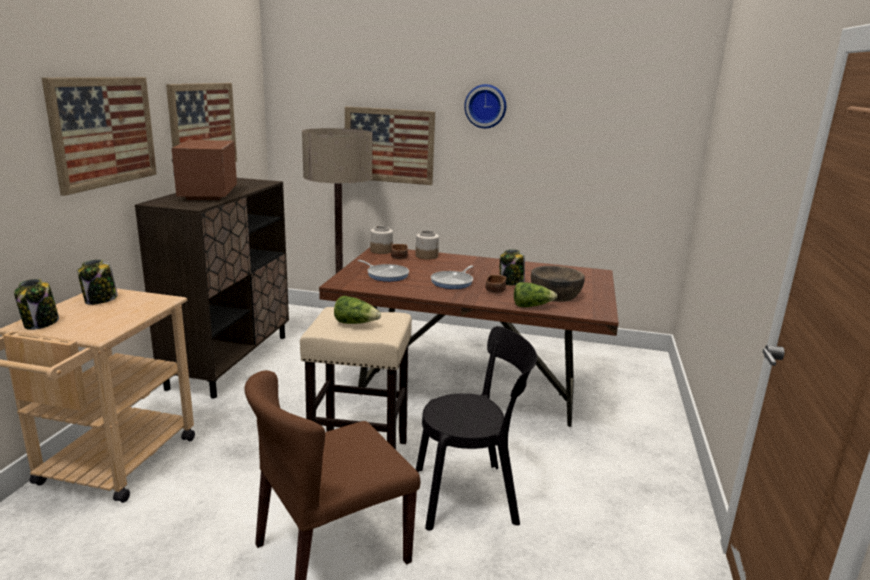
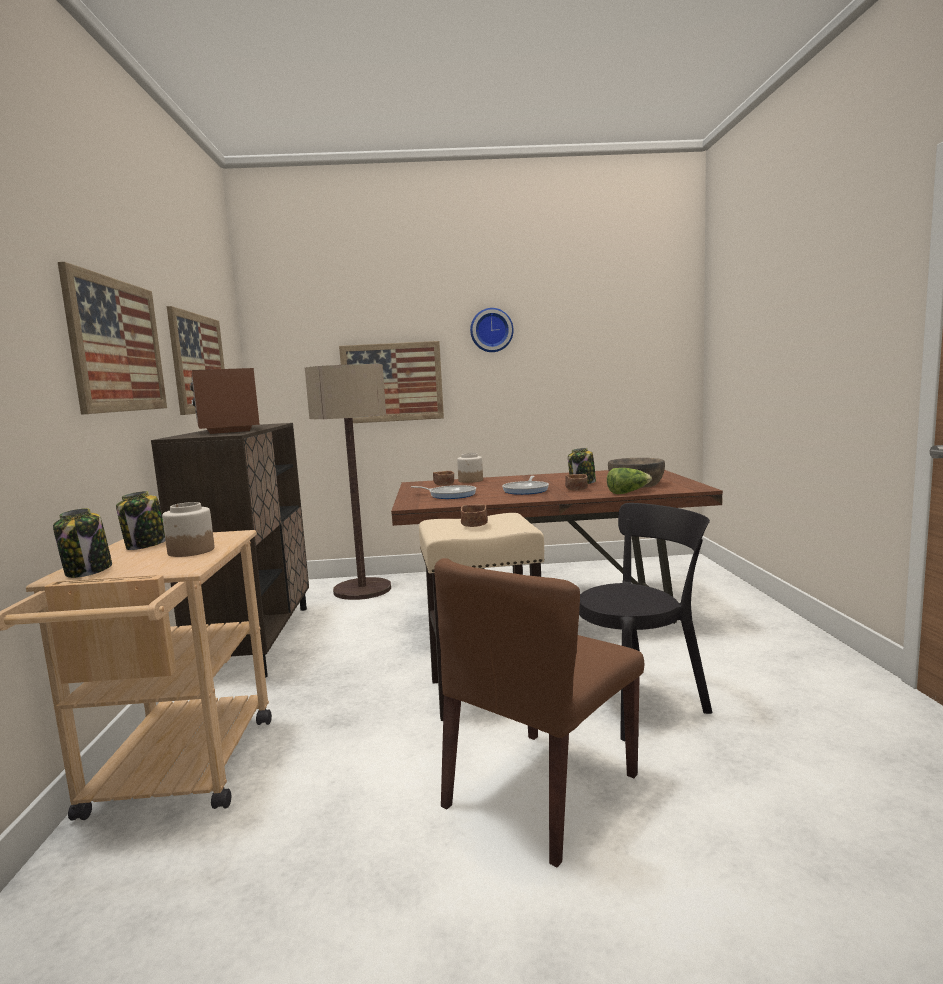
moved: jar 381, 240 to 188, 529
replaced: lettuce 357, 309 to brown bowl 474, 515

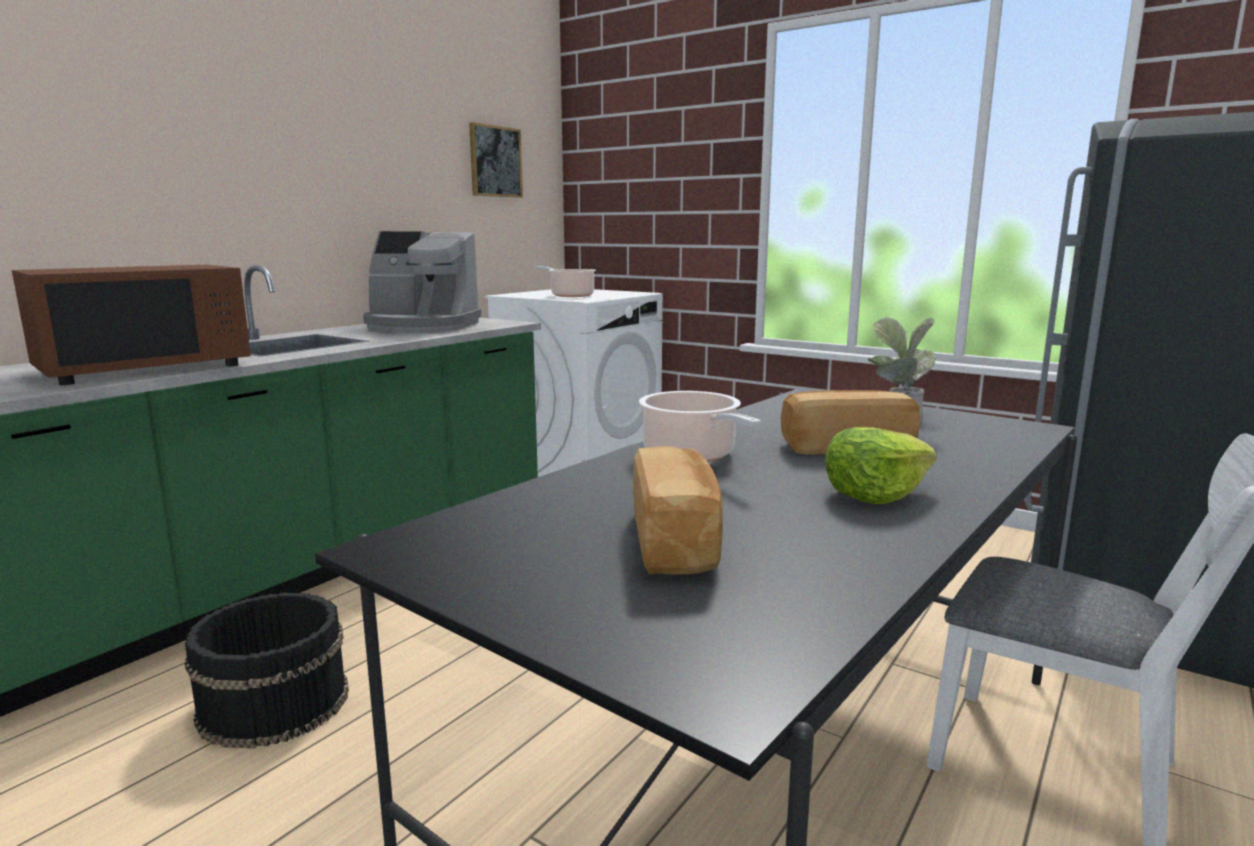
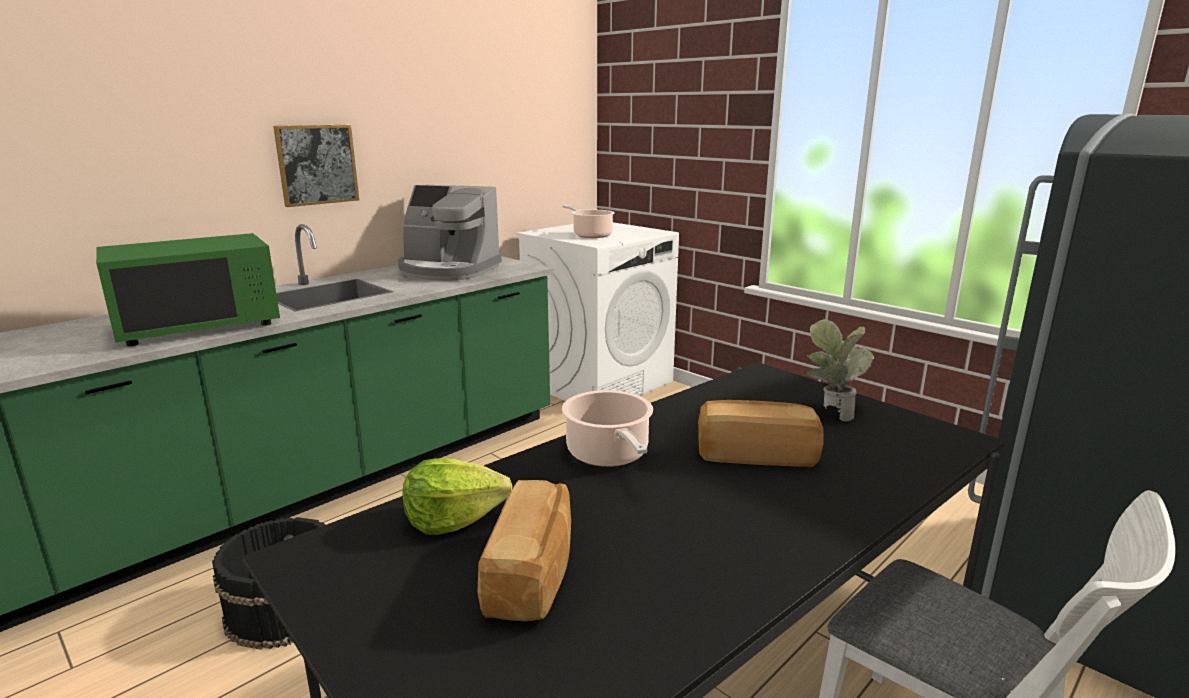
moved: picture 496, 160 to 316, 166; lettuce 881, 465 to 458, 496
recoloured: brown microwave 131, 325 to green microwave 188, 289

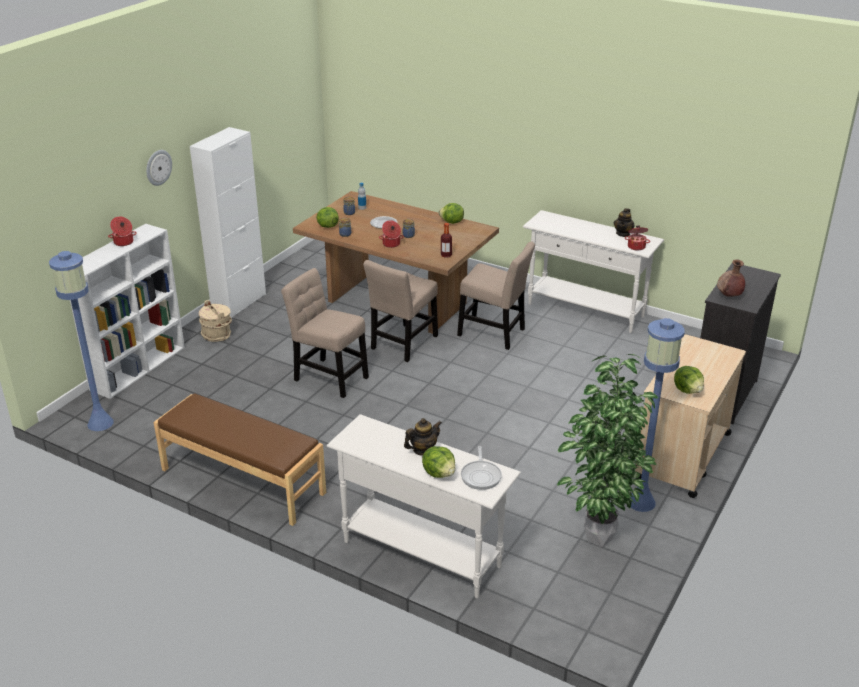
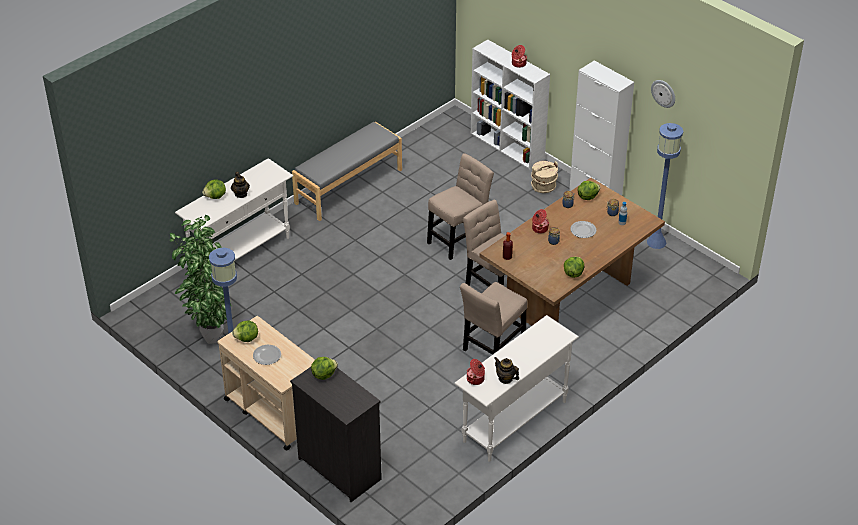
removed: frying pan 481, 468
added: plate 267, 355
moved: wall clock 159, 168 to 663, 94; blue floor lamp 81, 341 to 665, 186
replaced: brown vase 731, 278 to lettuce 324, 368
recoloured: brown bench 240, 459 to grey bench 347, 171

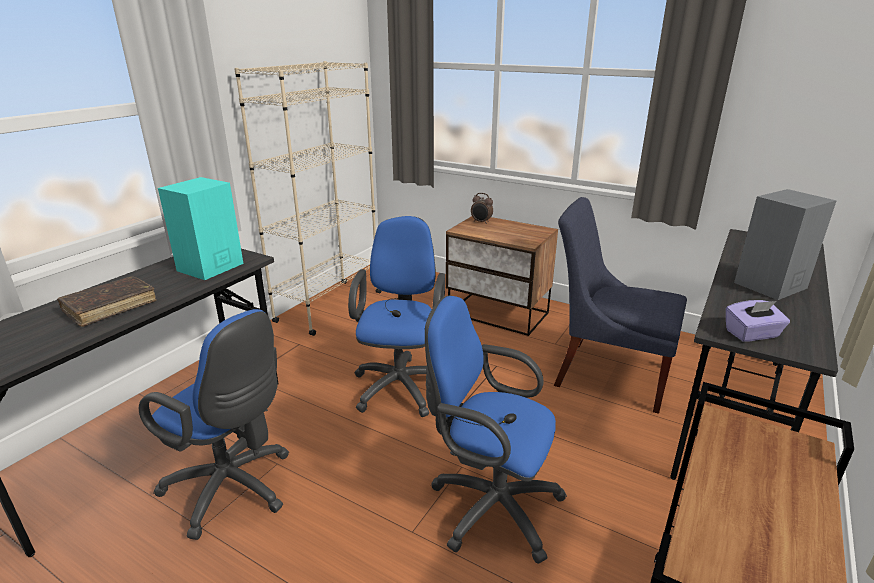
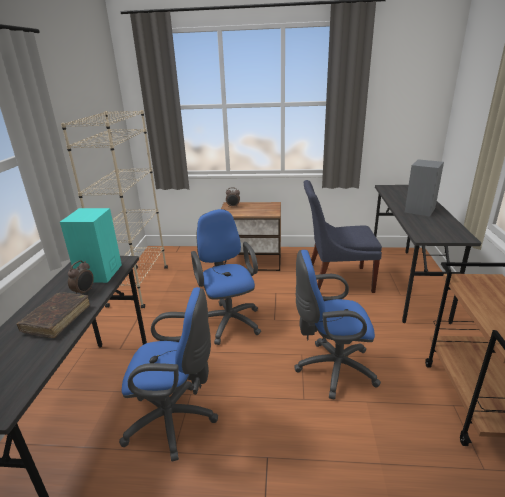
removed: purple tissue box 758, 321
added: alarm clock 81, 277

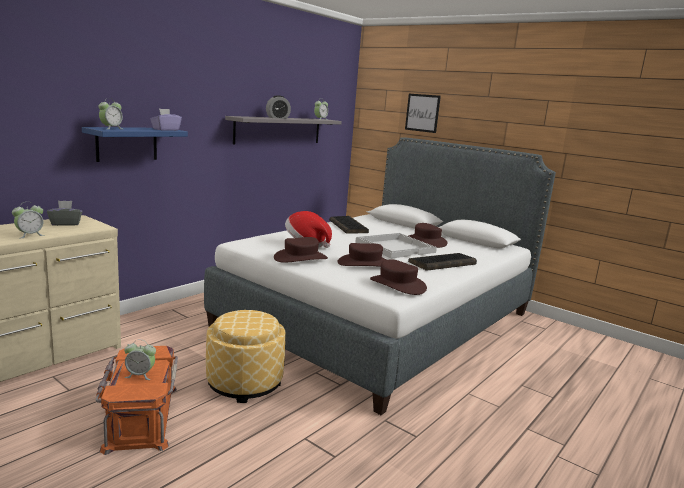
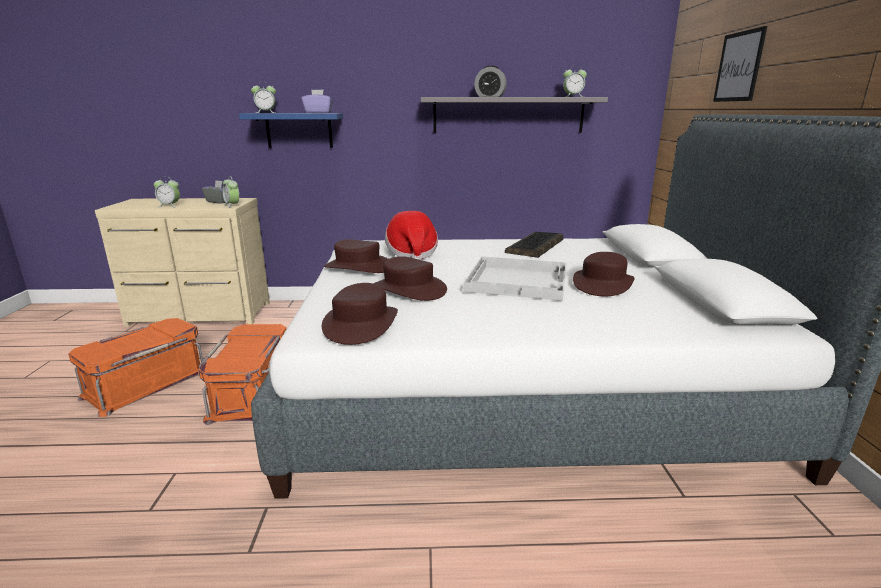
removed: keyboard 442, 262
moved: alarm clock 140, 360 to 231, 192
replaced: ottoman 246, 356 to orange storage box 242, 374

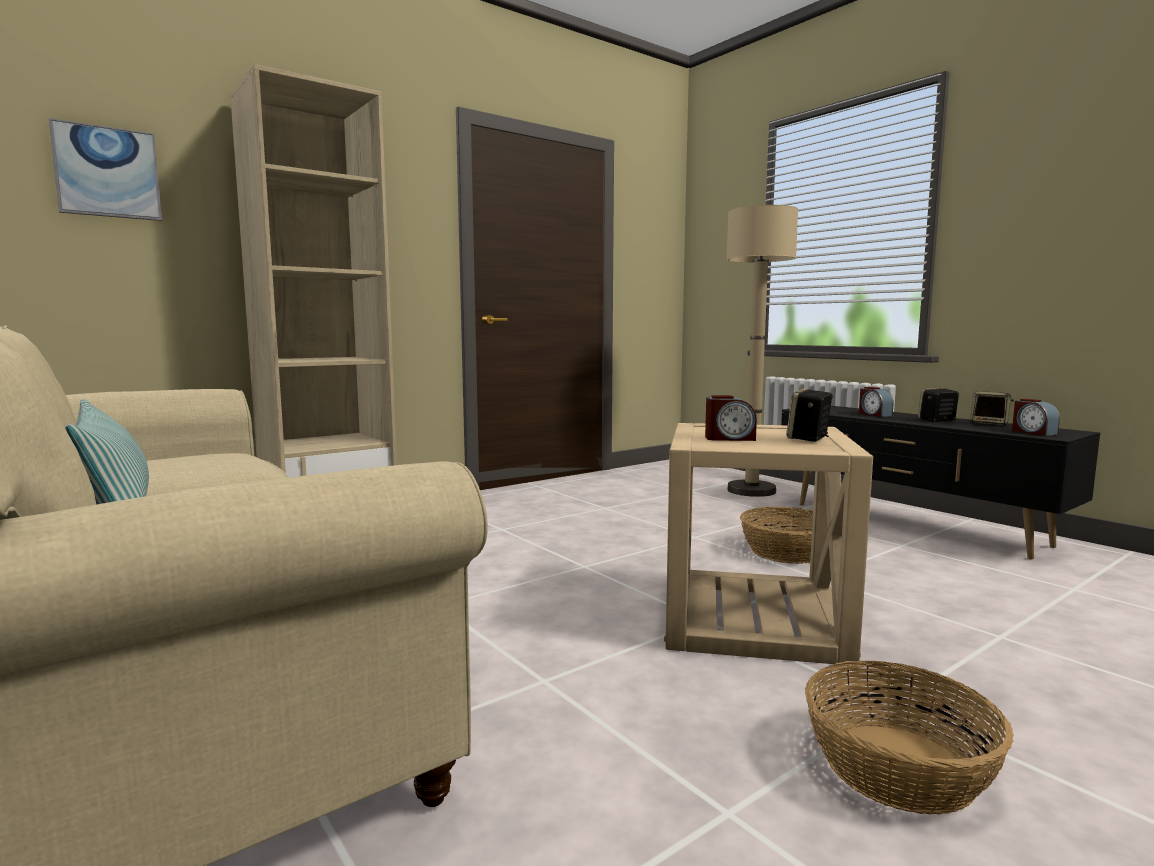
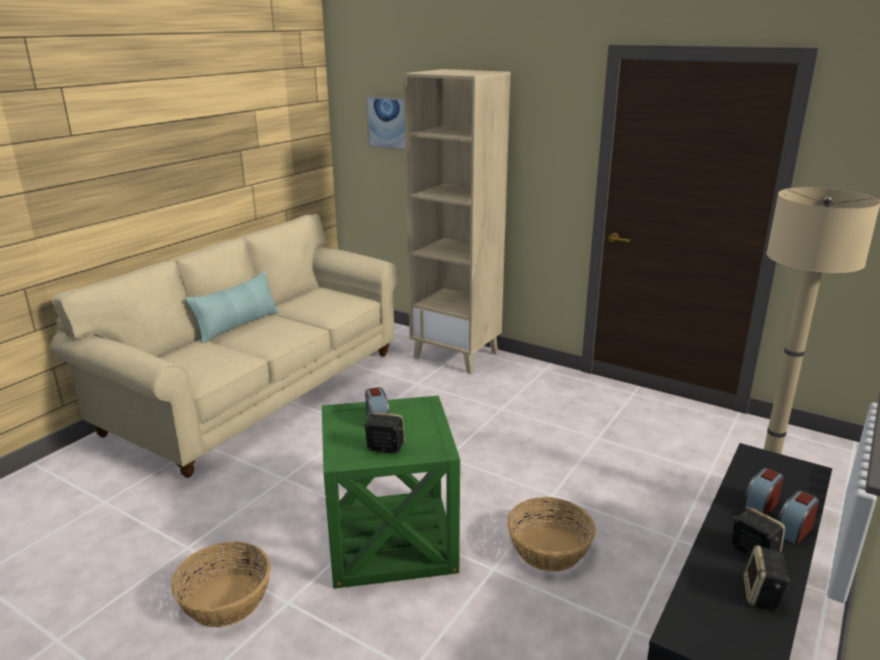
moved: alarm clock 1036, 417 to 798, 518
recoloured: beige side table 768, 544 to green side table 391, 492

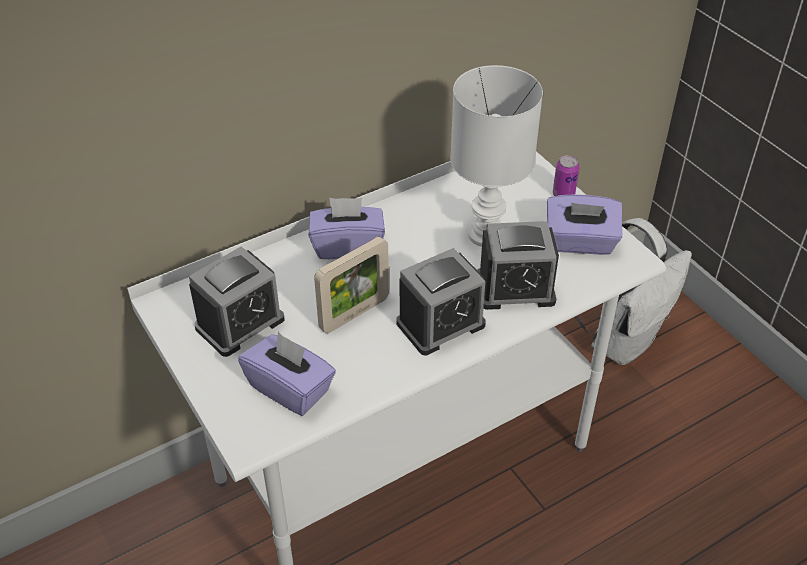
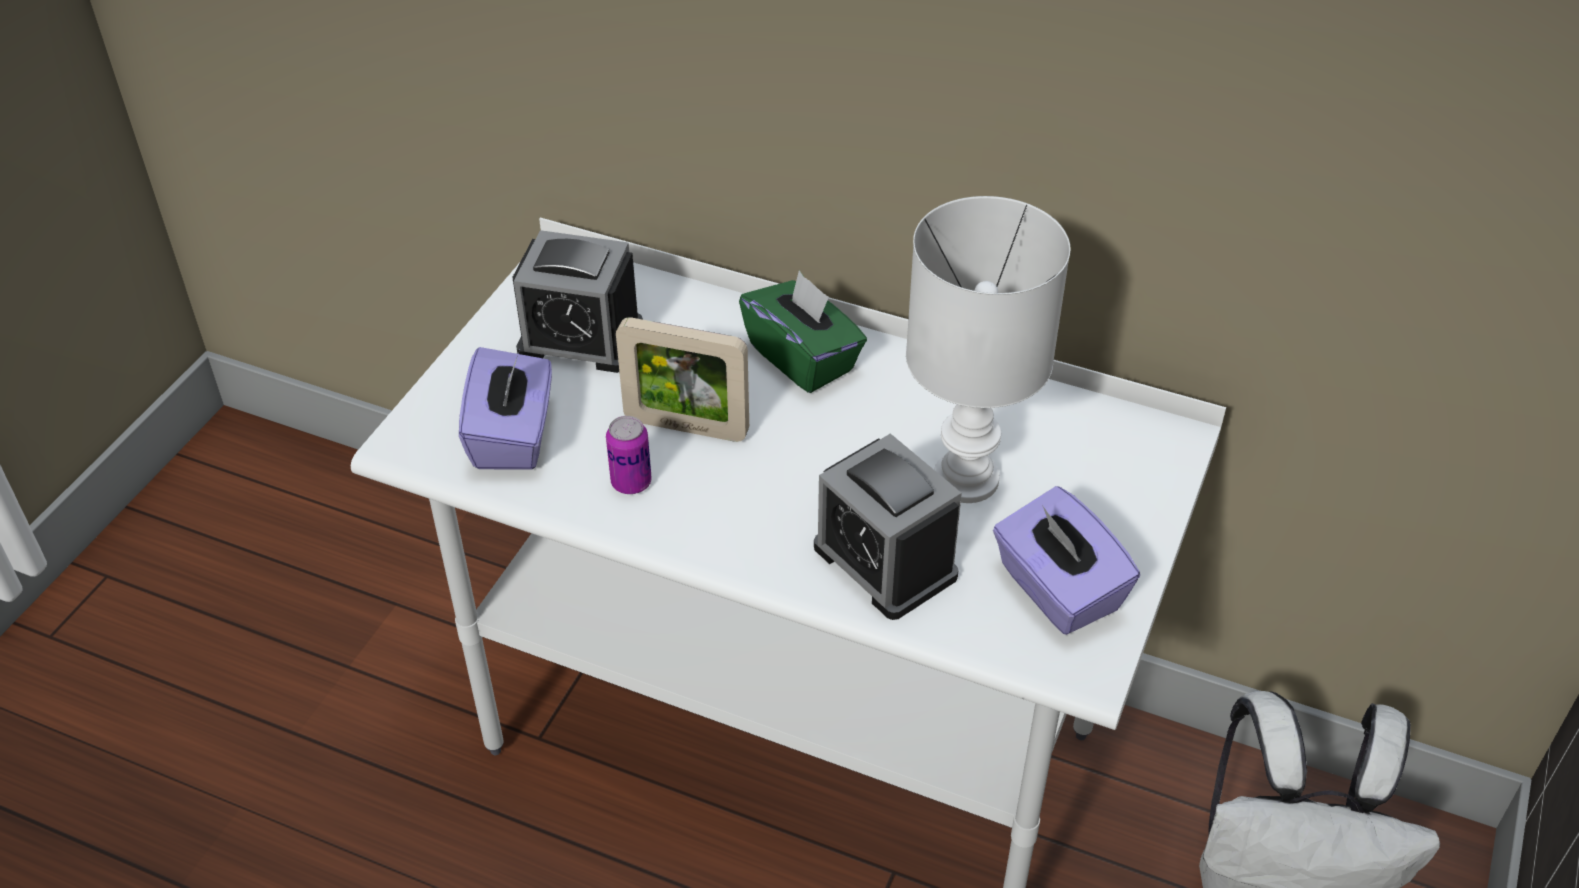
removed: alarm clock 441, 301
moved: can 566, 175 to 629, 455
recoloured: purple tissue box 346, 228 to green tissue box 803, 331

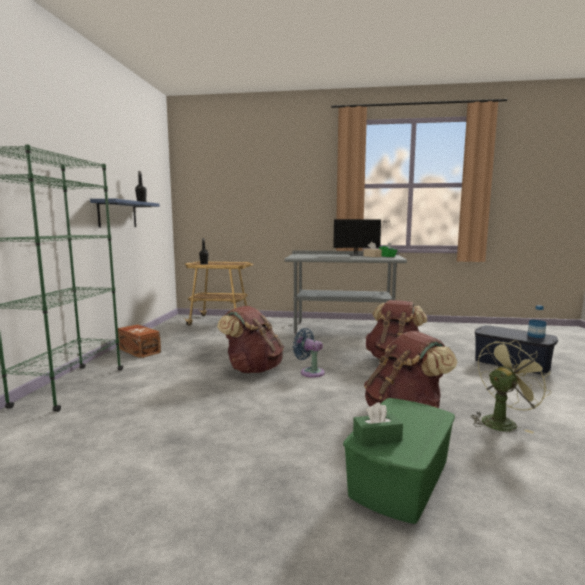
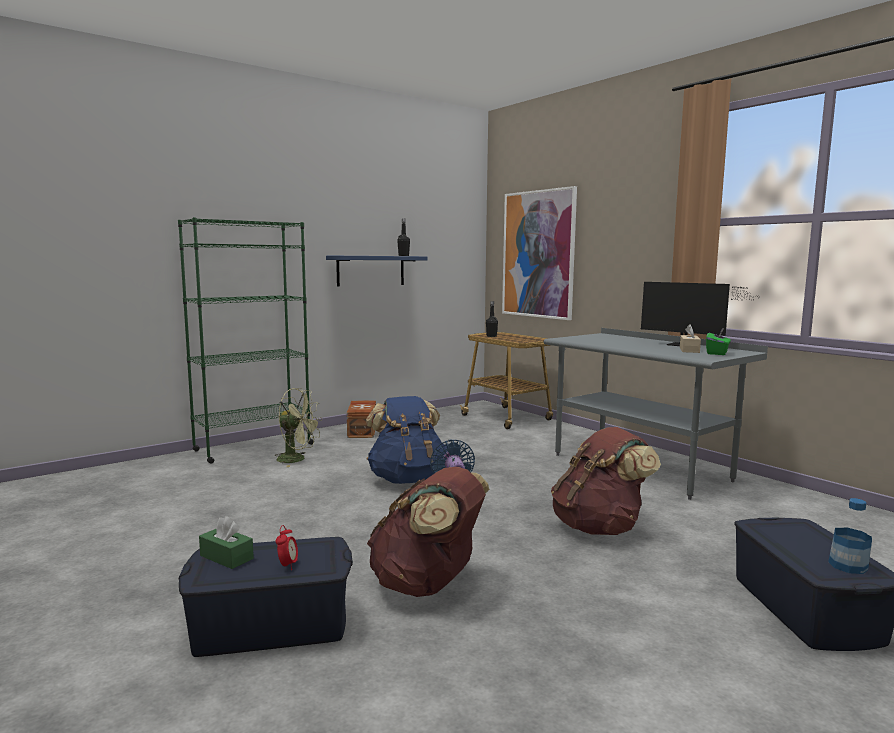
added: picture 539, 253; alarm clock 287, 547
moved: green fan 510, 386 to 298, 427
recoloured: brown backpack 250, 339 to blue backpack 407, 440; green storage box 399, 461 to blue storage box 266, 597

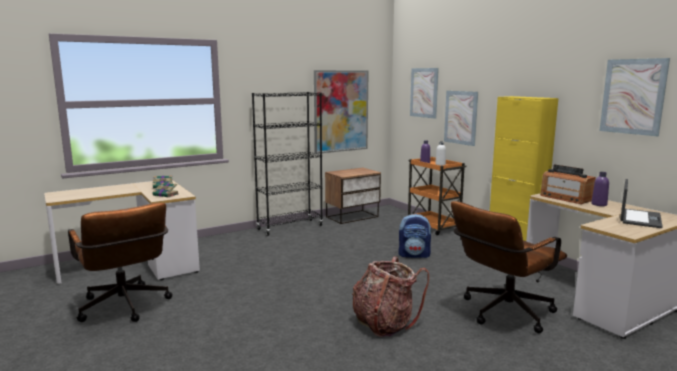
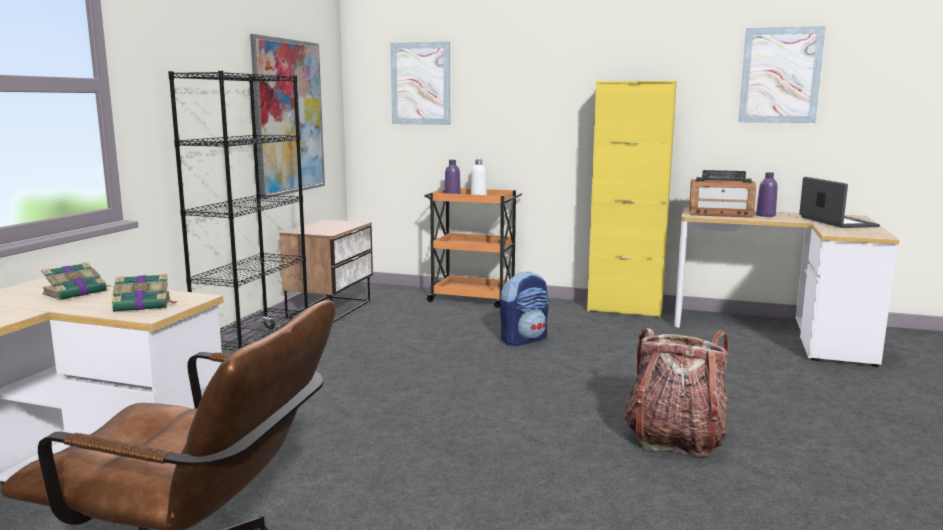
removed: picture 461, 118; brown office chair 509, 267

